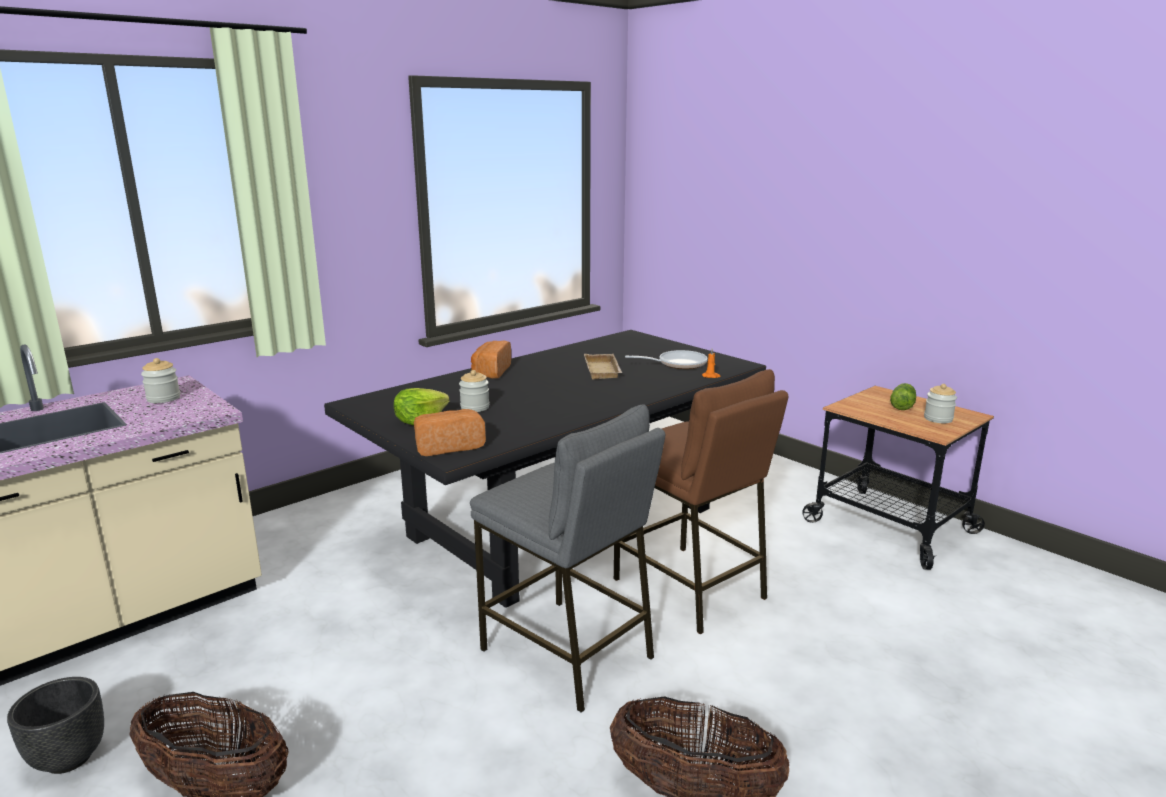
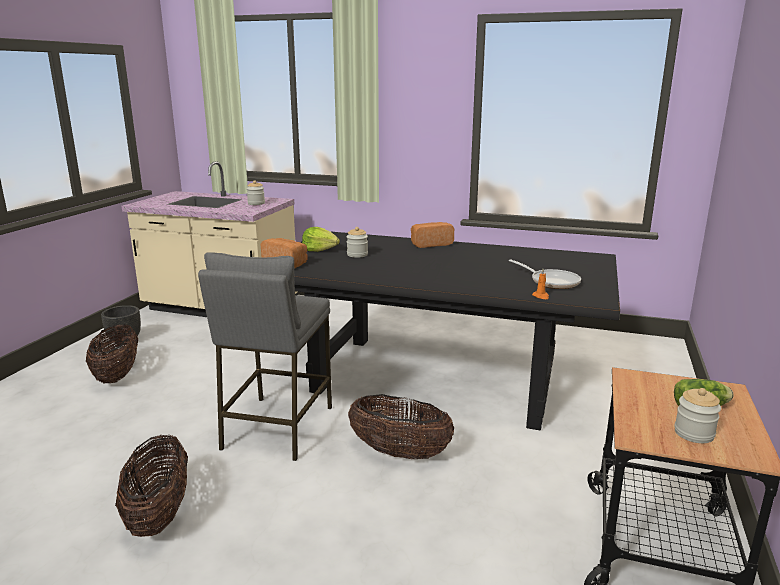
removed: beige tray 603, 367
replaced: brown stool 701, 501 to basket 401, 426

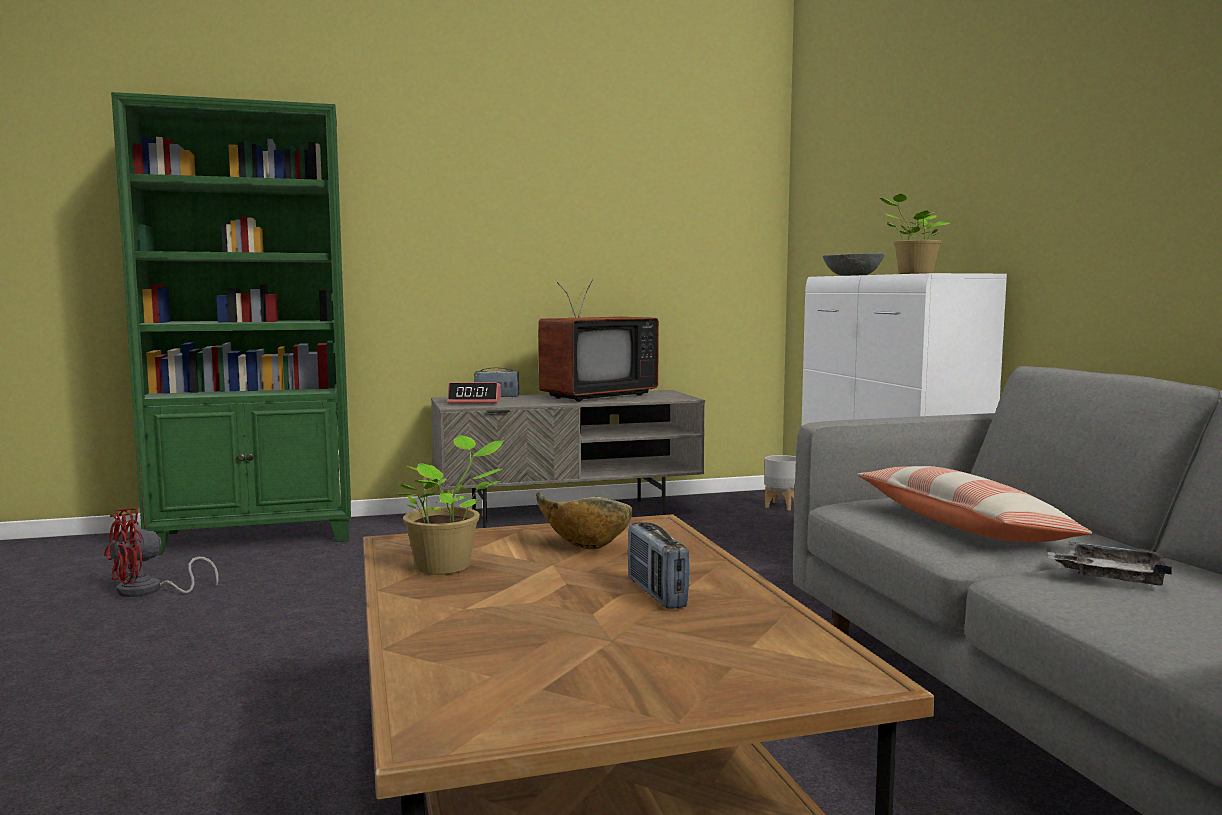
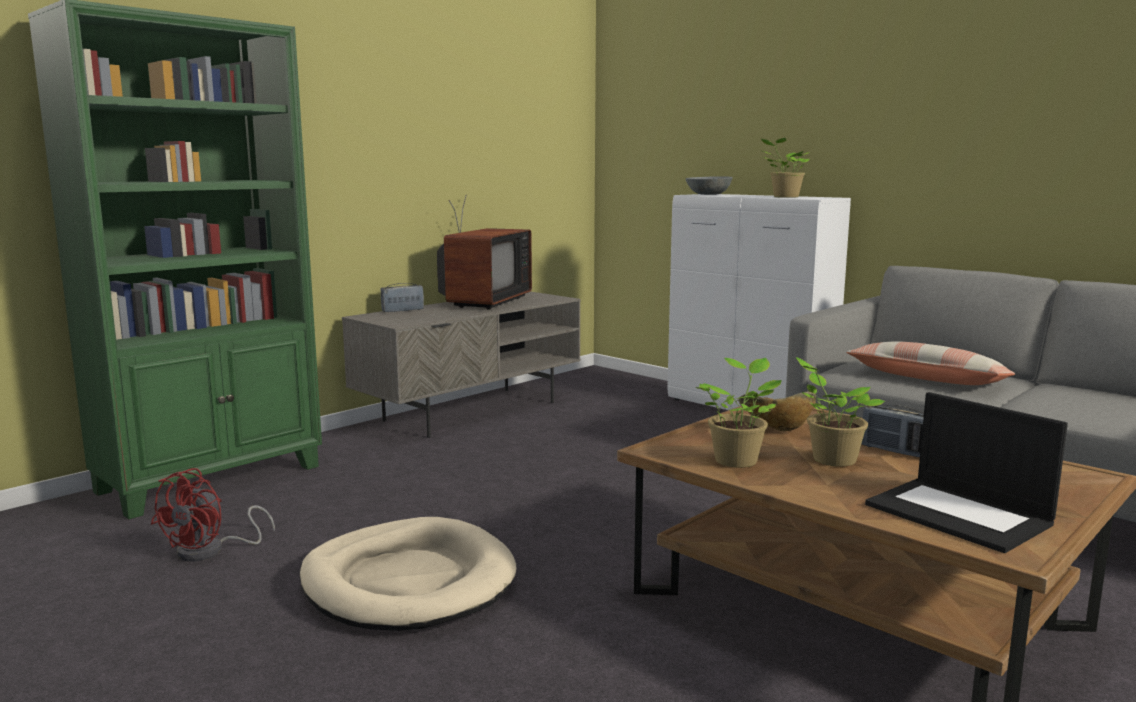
removed: alarm clock 474, 393; grey planter 780, 483; grey tray 1109, 563
added: potted plant 840, 412; laptop 966, 472; beige dog bed 408, 574

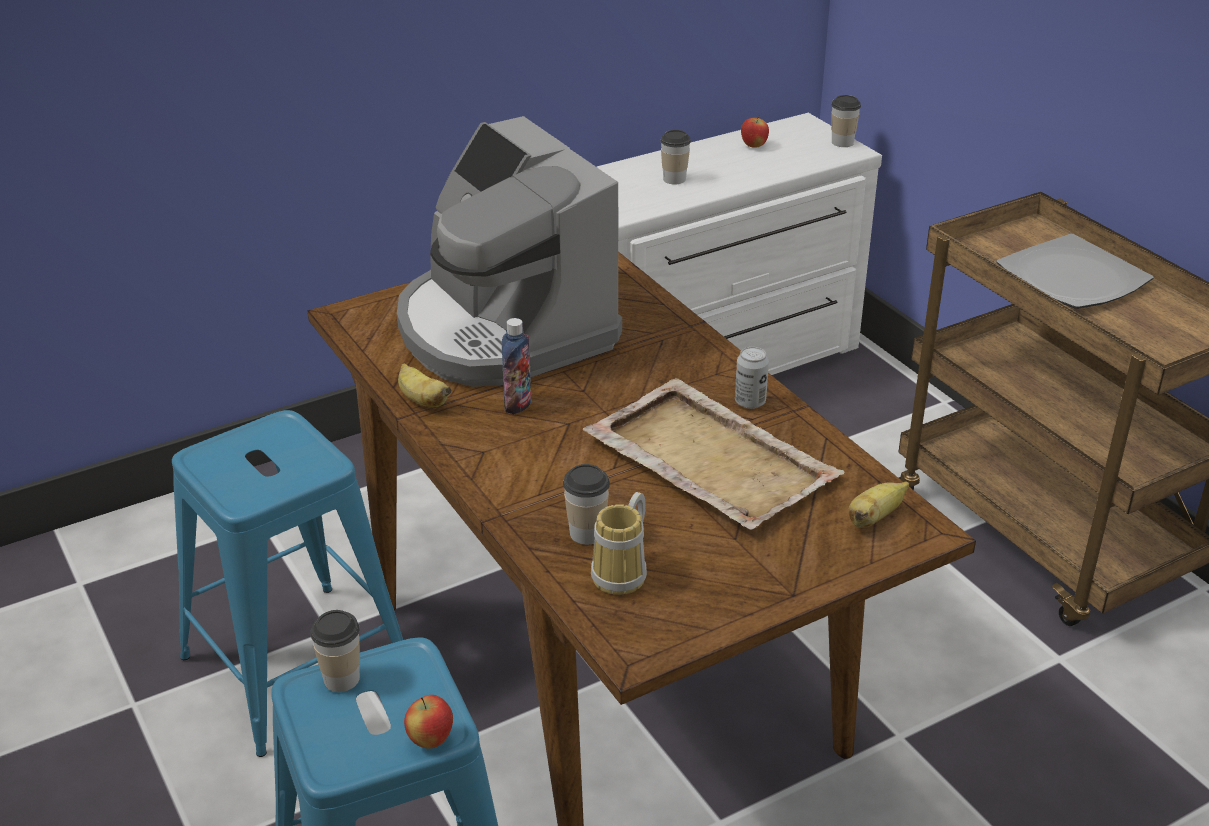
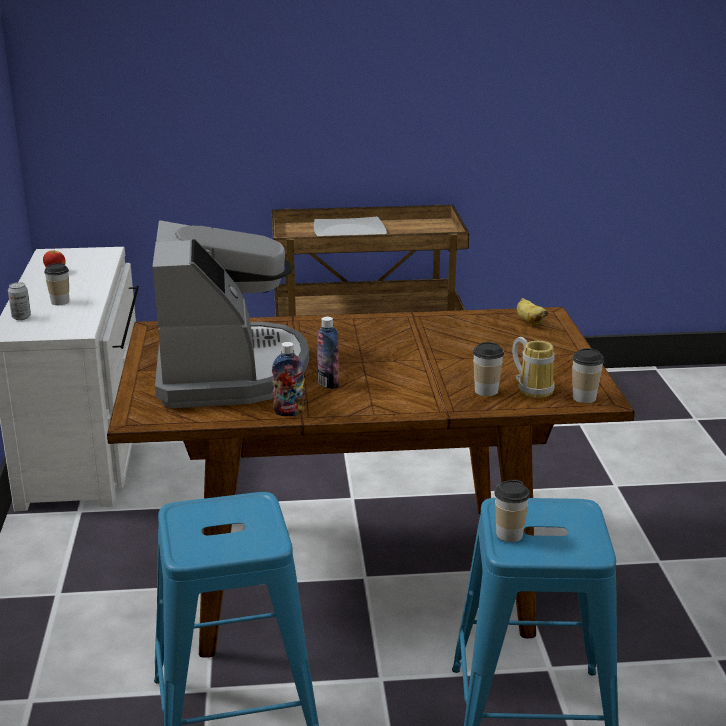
removed: beige tray 713, 453; apple 428, 722
moved: cup 846, 121 to 588, 375; can 752, 378 to 19, 301
replaced: banana 425, 385 to bottle 288, 379
turned: coffee machine 509, 251 = 230, 314 90 degrees counterclockwise

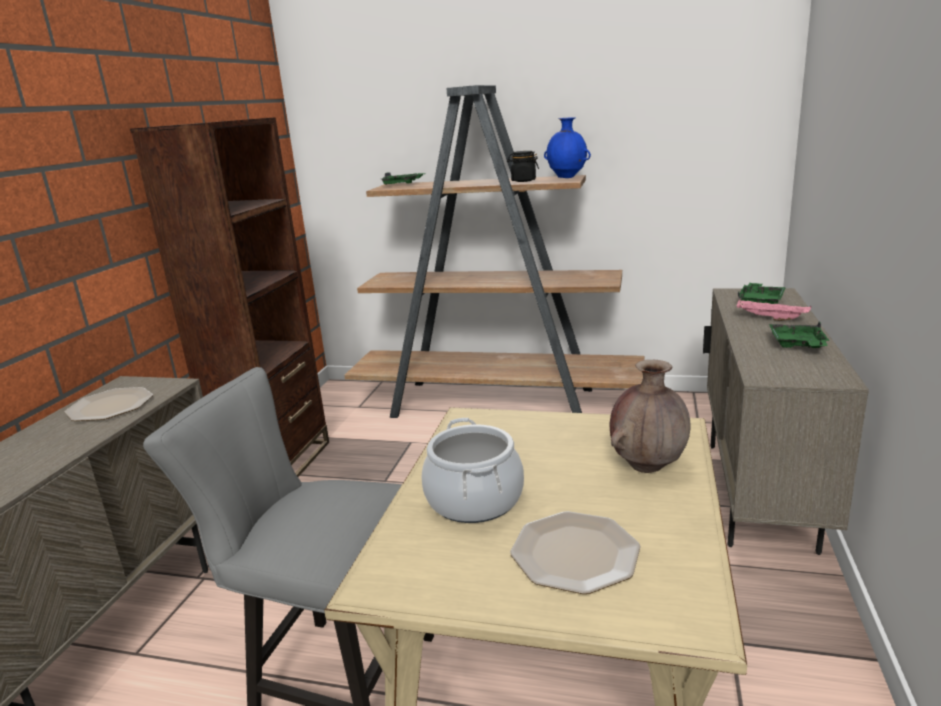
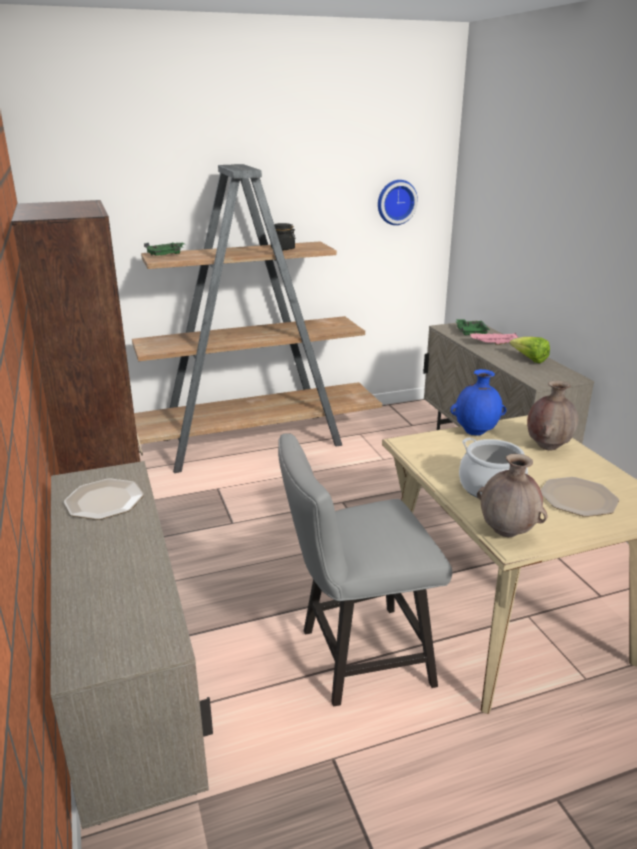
added: wall clock 398, 202; brown vase 512, 495
moved: blue vase 567, 147 to 478, 402
replaced: green tray 799, 334 to lettuce 530, 350

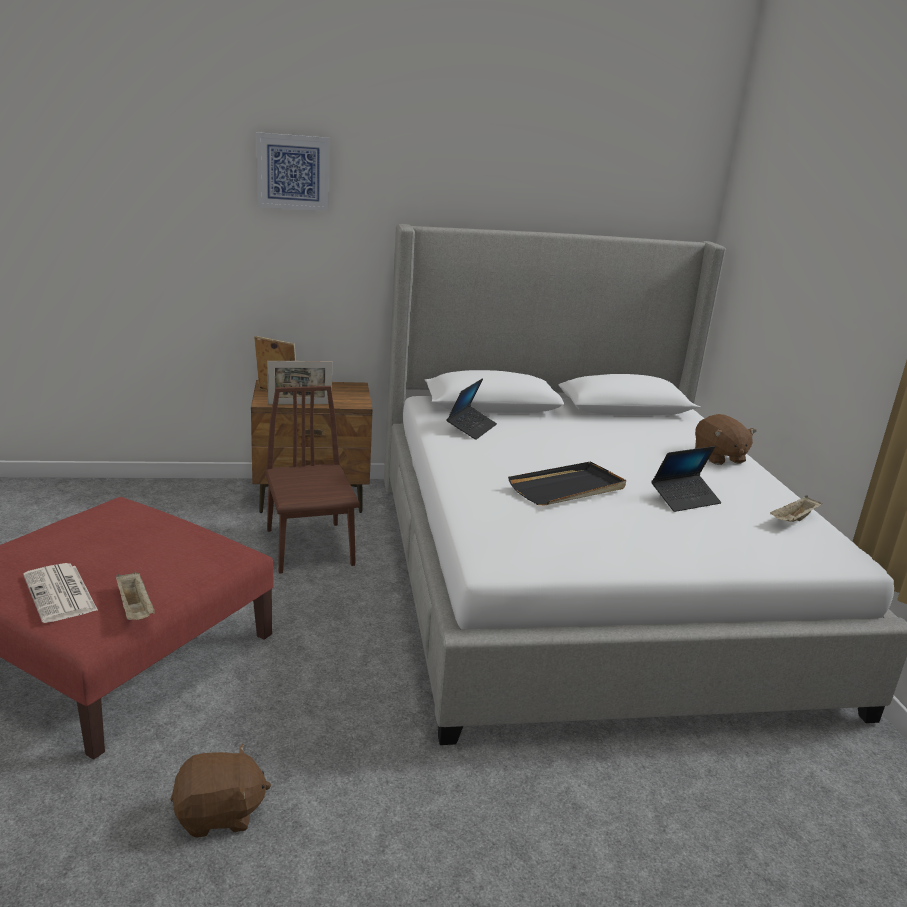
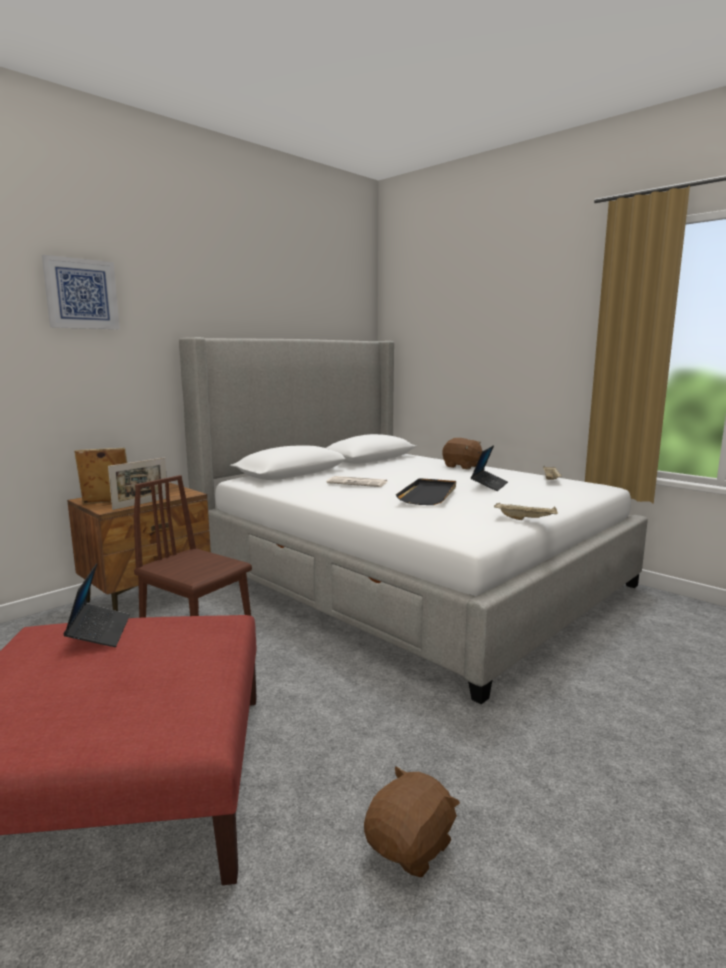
moved: laptop 472, 409 to 96, 605; newspaper 60, 593 to 357, 481; beige tray 135, 596 to 526, 511

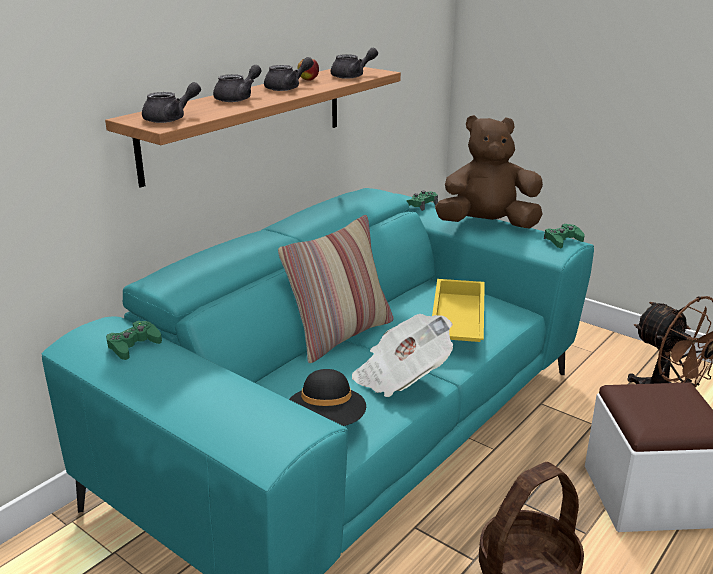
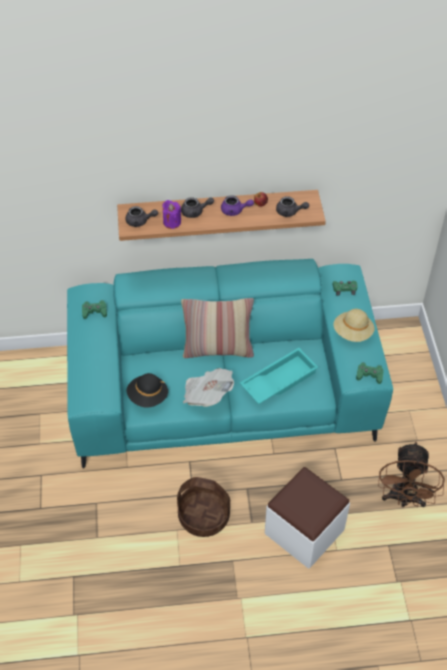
added: purple candle 171, 214
replaced: brown plush toy 489, 171 to beige hat 354, 325
recoloured: grey teapot 289, 74 to purple teapot 237, 205; yellow tray 458, 310 to turquoise tray 279, 376

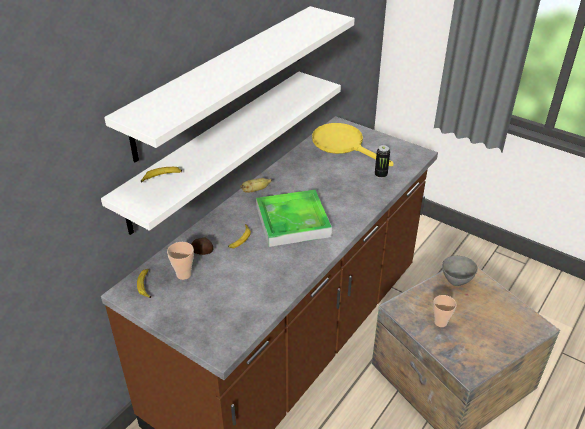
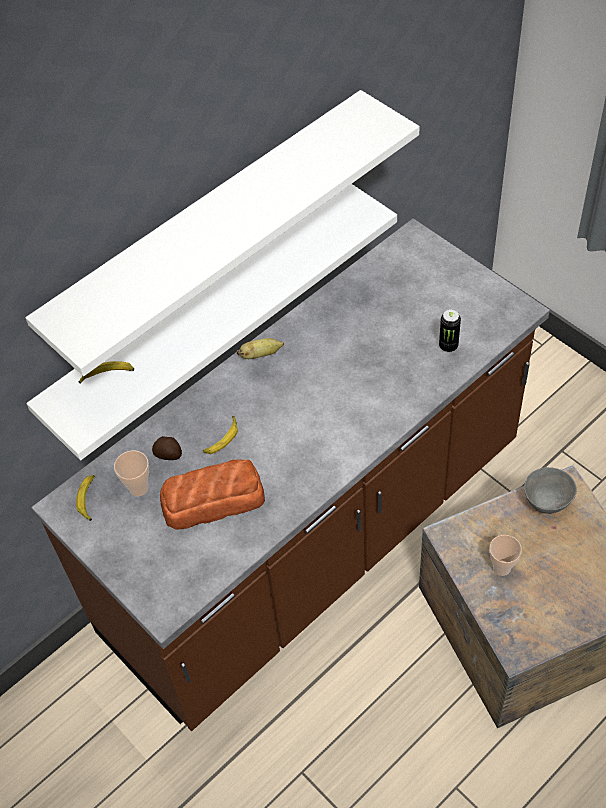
removed: yellow frying pan 353, 144; tray 294, 218
added: bread 212, 495

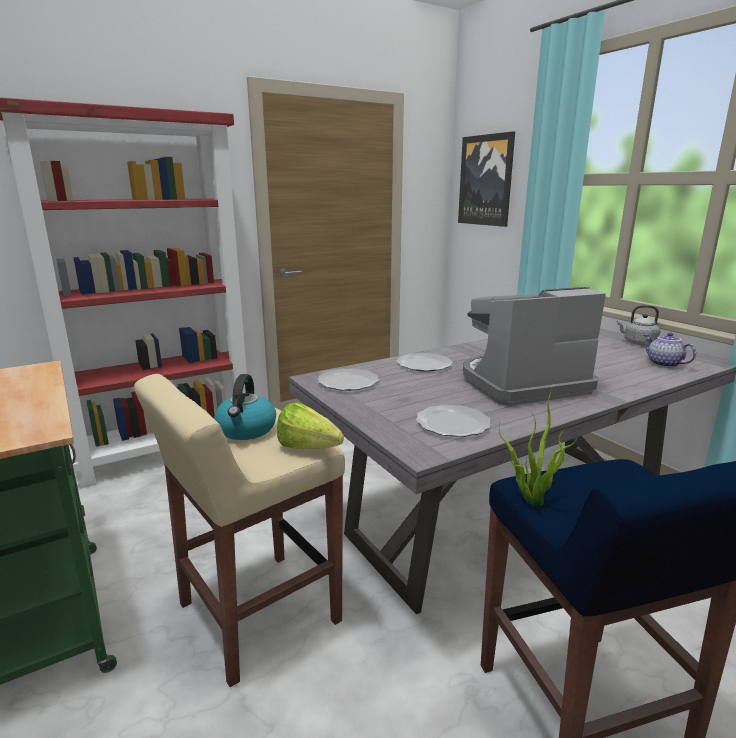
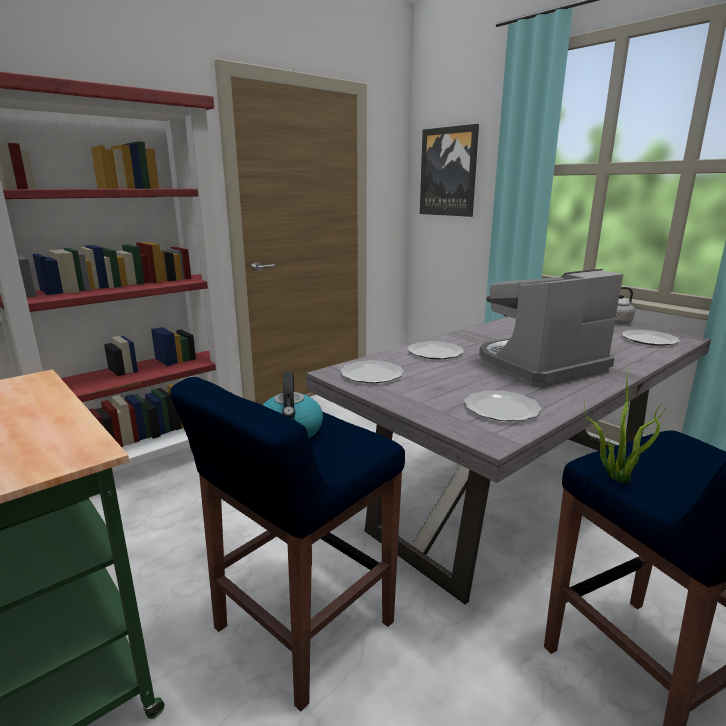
removed: lettuce 310, 425
replaced: teapot 670, 350 to plate 651, 338
recoloured: beige stool 239, 530 to blue stool 287, 544

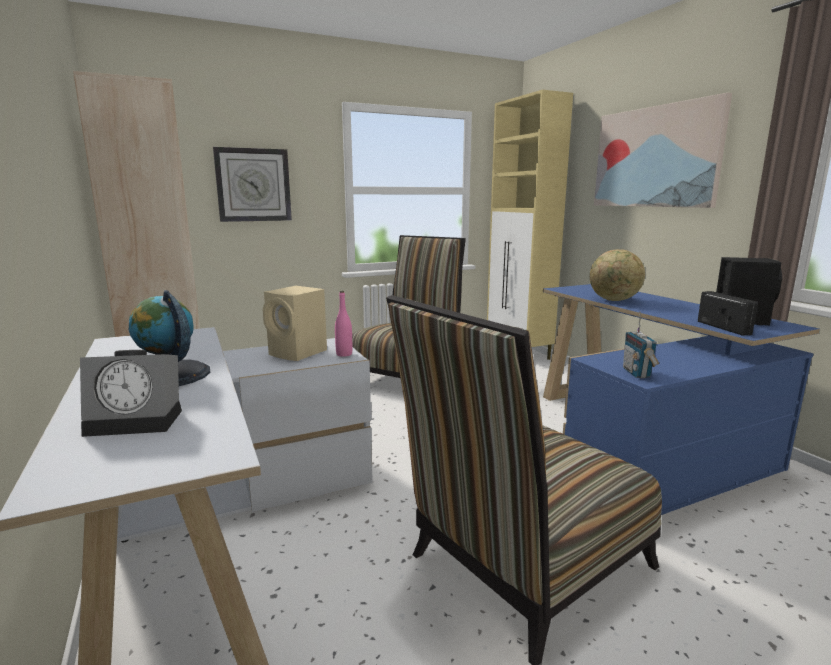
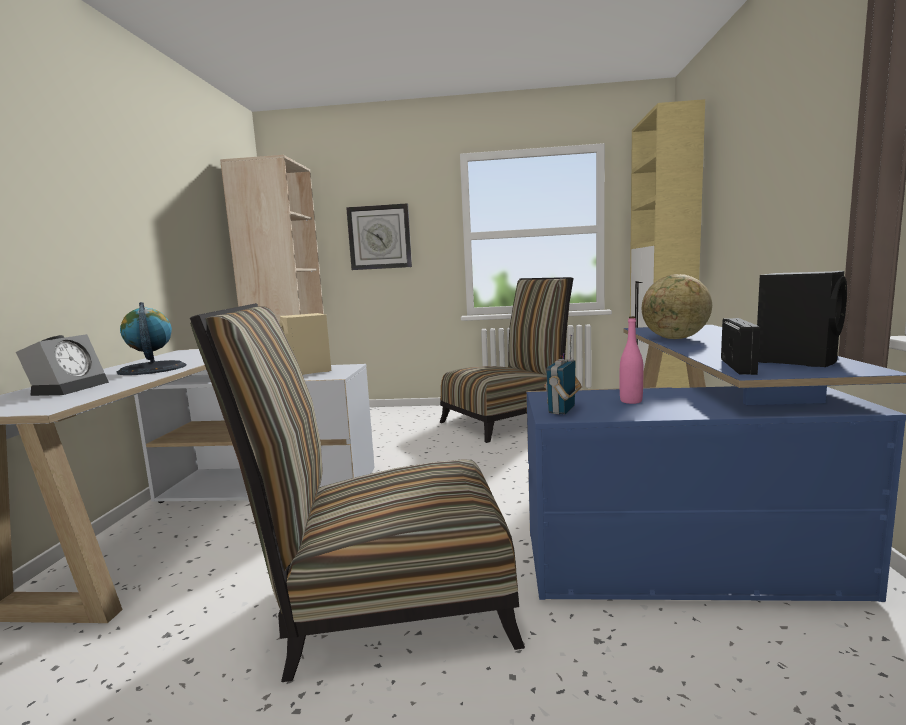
removed: picture 663, 150
moved: pink bottle 343, 324 to 632, 360
turned: alarm clock 131, 393 = 62, 365 105 degrees counterclockwise

